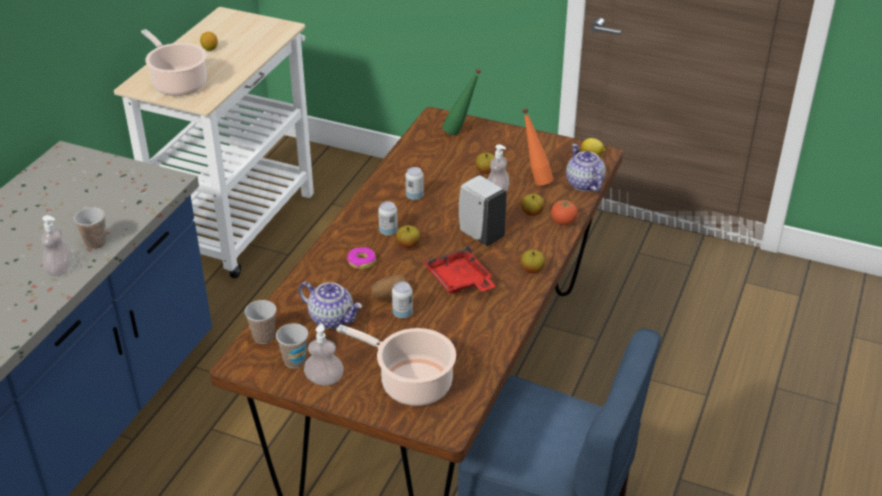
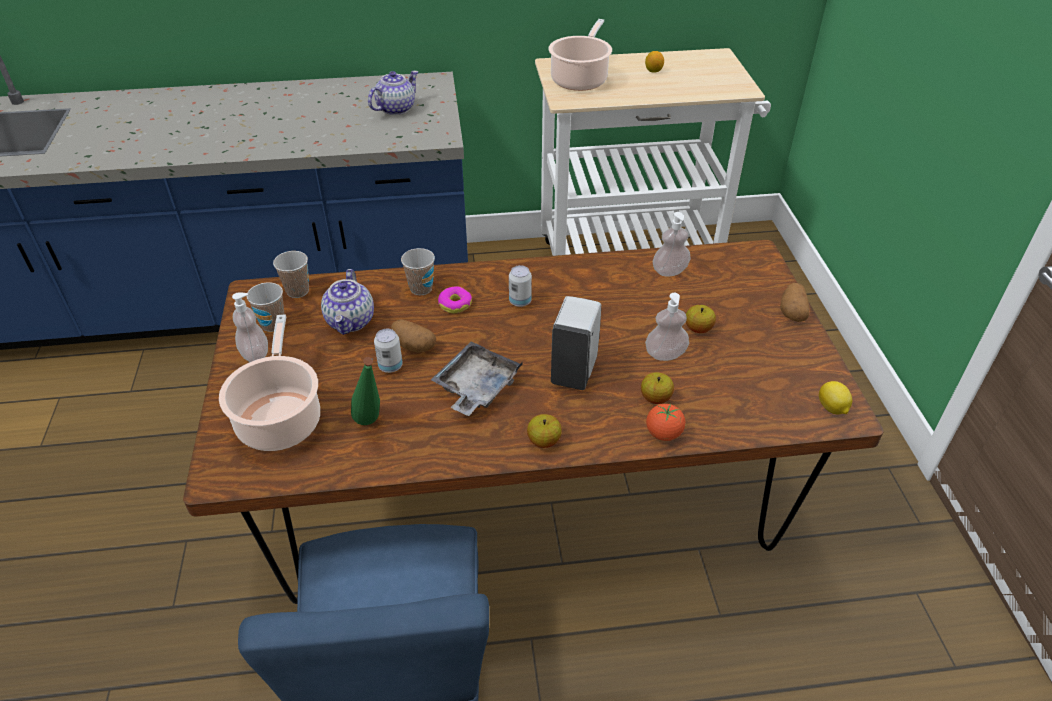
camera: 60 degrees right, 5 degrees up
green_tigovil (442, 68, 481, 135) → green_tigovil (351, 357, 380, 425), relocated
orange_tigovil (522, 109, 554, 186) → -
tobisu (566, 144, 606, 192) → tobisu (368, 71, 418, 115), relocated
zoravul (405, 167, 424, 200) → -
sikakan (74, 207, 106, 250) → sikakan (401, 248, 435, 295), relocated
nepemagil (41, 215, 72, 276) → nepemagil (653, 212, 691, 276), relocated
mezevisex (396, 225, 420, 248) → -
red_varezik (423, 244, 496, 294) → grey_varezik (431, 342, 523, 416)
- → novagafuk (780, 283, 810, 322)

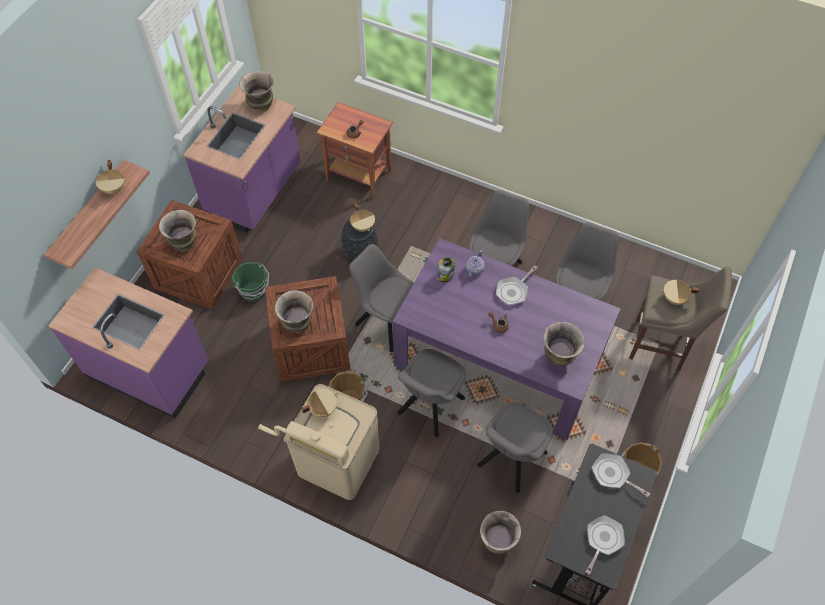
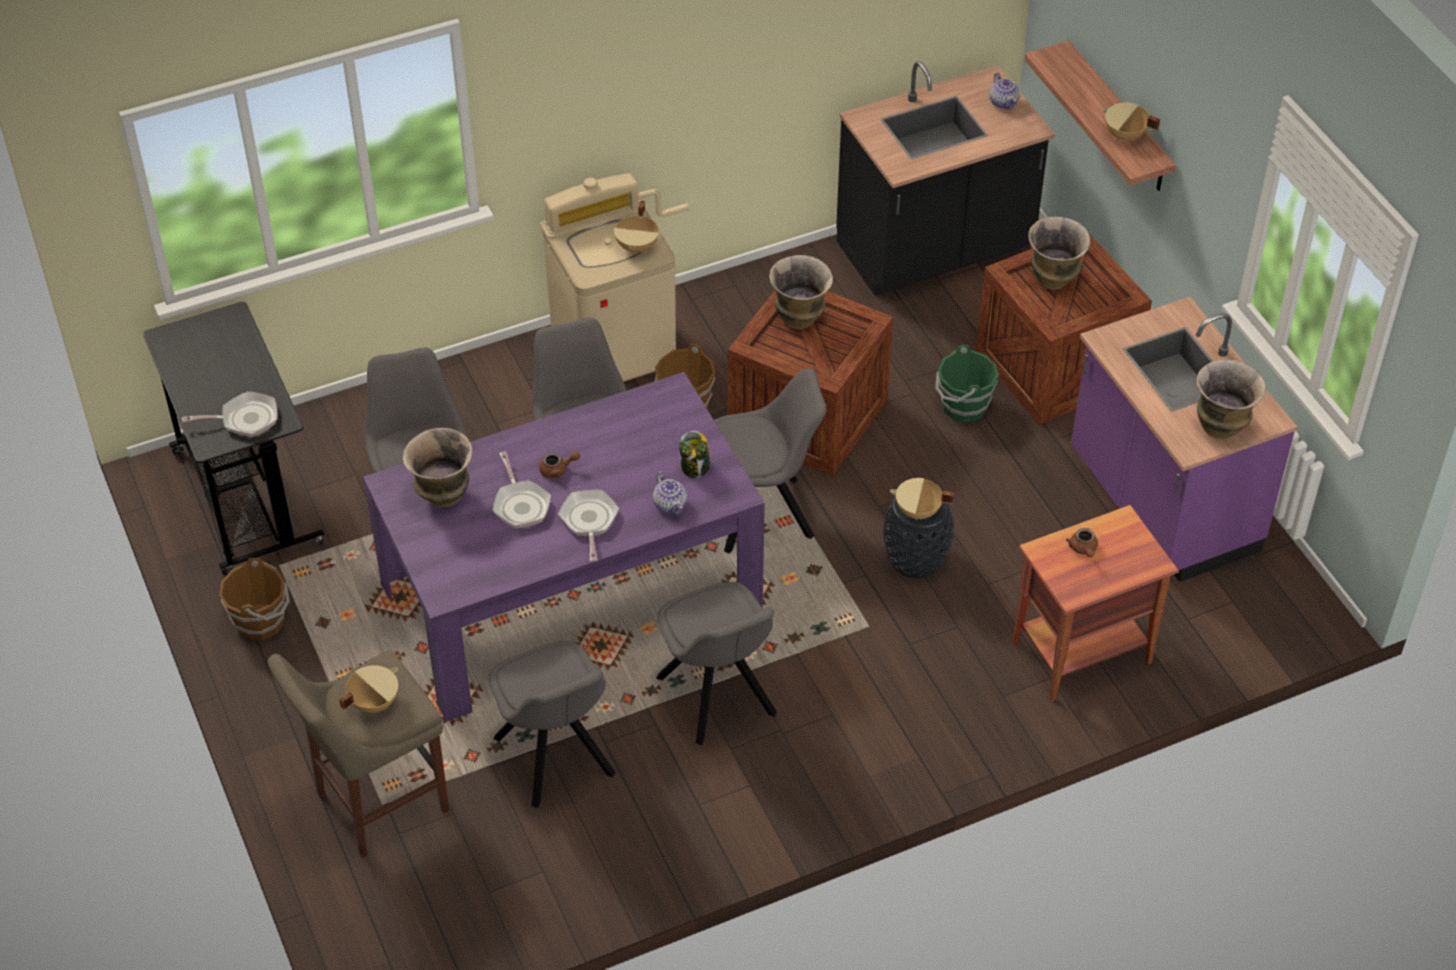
camera: 130 degrees right, 10 degrees down
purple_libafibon (48, 267, 208, 419) → black_libafibon (836, 61, 1055, 296)
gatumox (480, 511, 521, 554) → -
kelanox (585, 515, 625, 575) → kelanox (492, 451, 551, 528), relocated
- → tobisu (990, 73, 1019, 110)

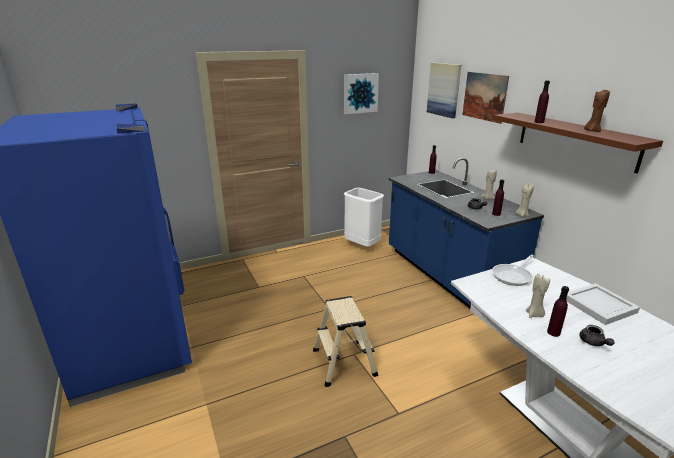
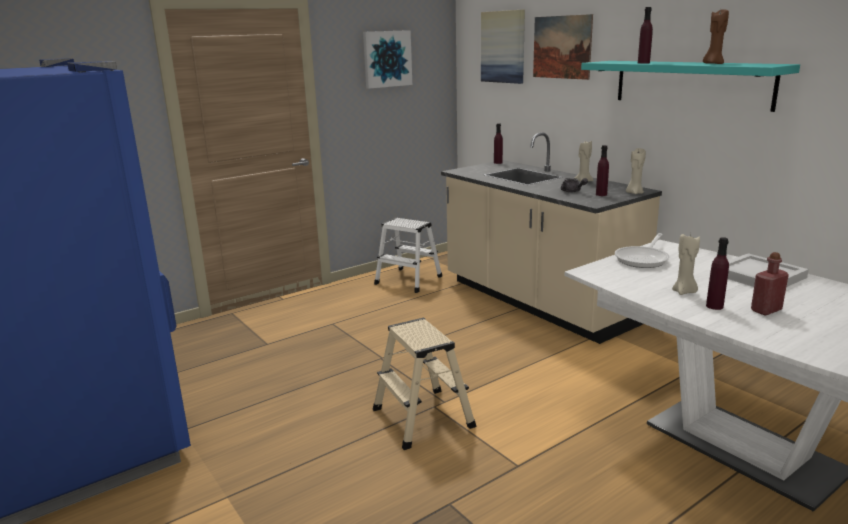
camera: 10 degrees left, 5 degrees down
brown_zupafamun (493, 113, 663, 173) → turquoise_zupafamun (581, 61, 800, 112)
blue_libafibon (389, 158, 544, 308) → beige_libafibon (441, 132, 662, 344)
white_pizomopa (344, 188, 384, 247) → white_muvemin (374, 217, 442, 293)
grey_tobisu (579, 325, 614, 346) → red_tigovil (751, 252, 789, 315)

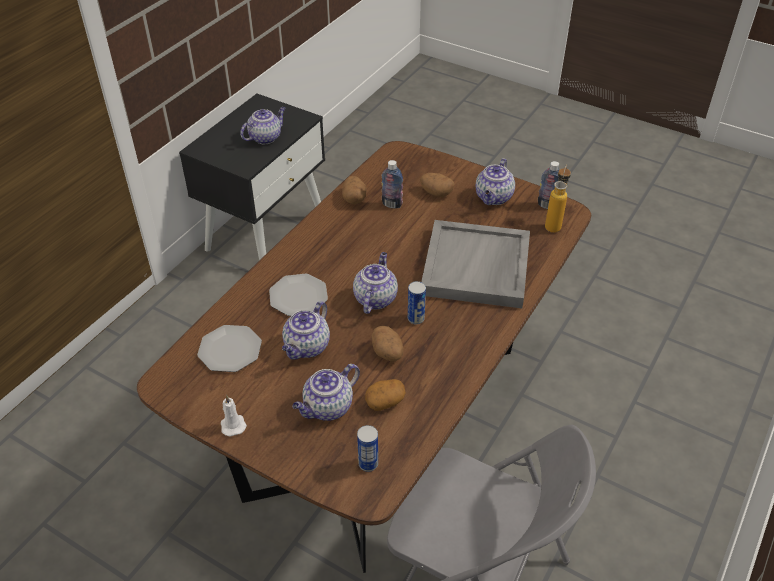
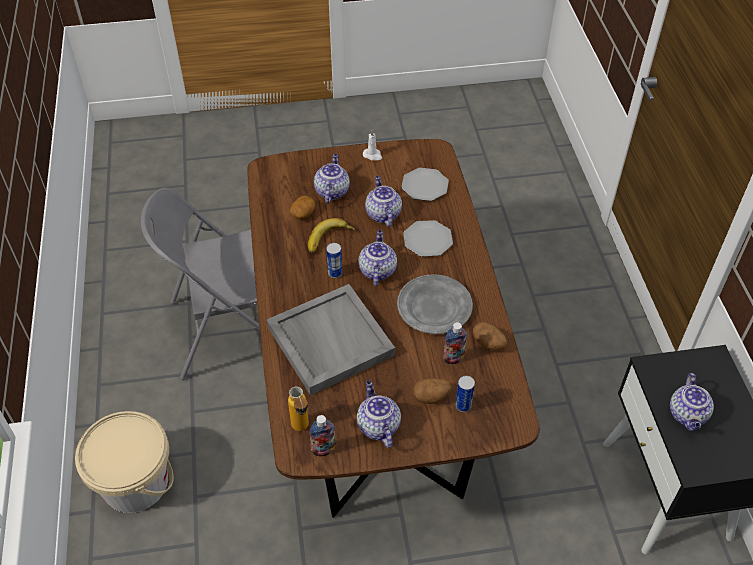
camera: 140 degrees right, 5 degrees up
tobisu (353, 252, 398, 314) → tobisu (358, 230, 397, 286), 150 degrees counterclockwise
novagafuk (372, 326, 403, 362) → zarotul (308, 218, 355, 253)
zoravul (357, 425, 378, 472) → zoravul (455, 376, 475, 412), relocated
- → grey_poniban (397, 274, 473, 334)
- → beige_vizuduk (75, 411, 174, 513)

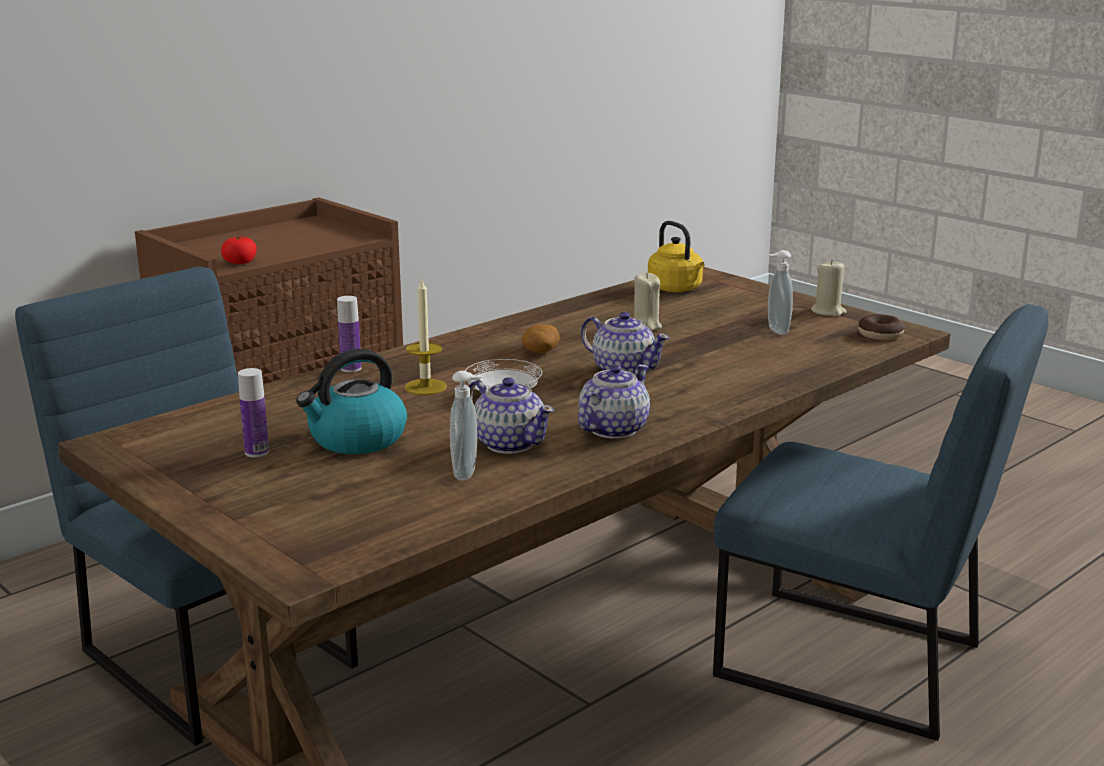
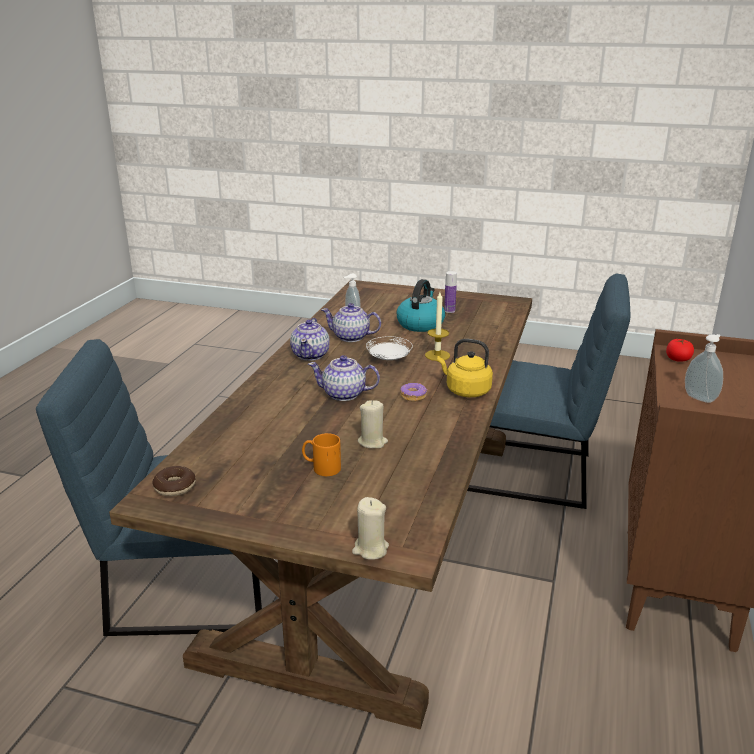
camera: 150 degrees right, 5 degrees up
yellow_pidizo (648, 221, 704, 292) → yellow_pidizo (437, 339, 493, 397), relocated
nepemagil (768, 250, 793, 335) → nepemagil (685, 334, 723, 403), relocated
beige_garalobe (811, 260, 846, 316) → beige_garalobe (352, 497, 389, 560), relocated
tigovil (337, 296, 361, 372) → -
novagafuk (522, 324, 560, 353) → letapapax (400, 383, 427, 402)
- → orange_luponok (302, 433, 341, 476)

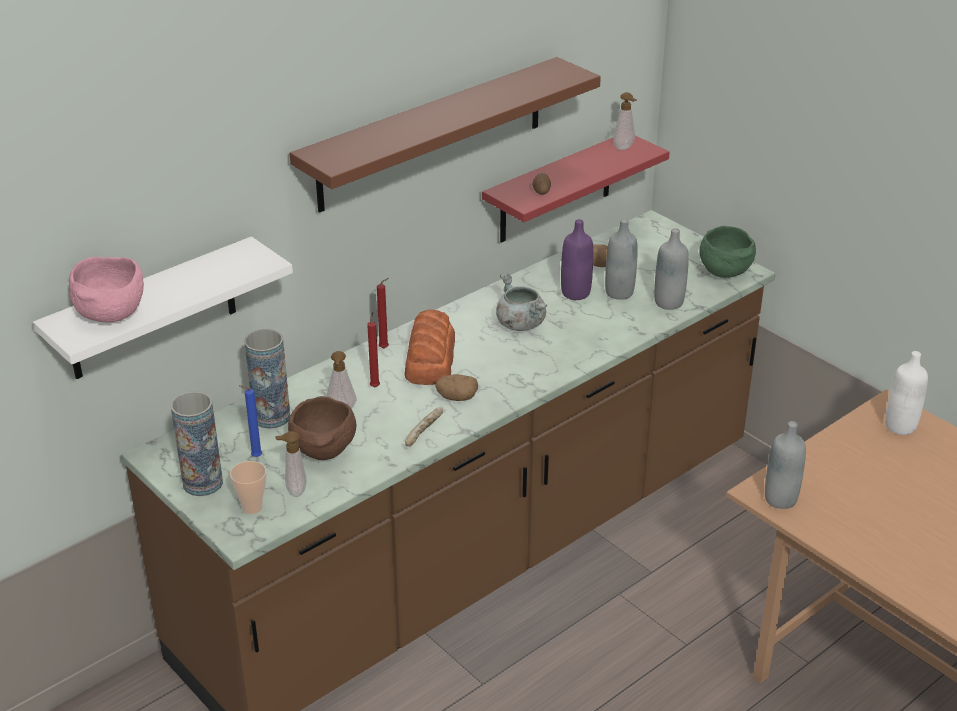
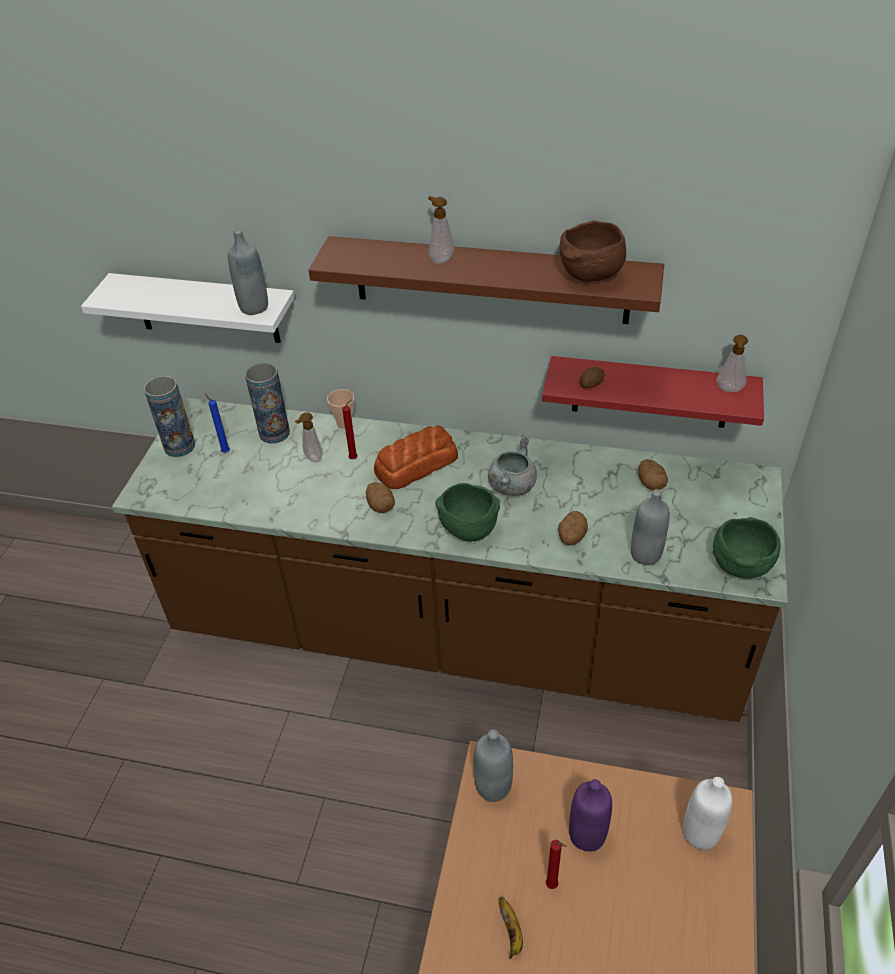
camera: 55 degrees right, 10 degrees up
purple_tigovil (561, 219, 593, 300) → purple_tigovil (569, 779, 612, 851), relocated
grey_tigovil (605, 219, 638, 300) → grey_tigovil (228, 229, 268, 315), relocated
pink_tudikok (69, 257, 144, 322) → -
red_garalobe (377, 278, 389, 348) → red_garalobe (546, 840, 567, 889), relocated
brown_tudikok (288, 396, 356, 460) → brown_tudikok (559, 220, 626, 282), relocated
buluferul (405, 407, 443, 447) → -
nepemagil (275, 431, 307, 497) → nepemagil (428, 196, 454, 264), relocated
sikakan (230, 461, 266, 514) → sikakan (327, 389, 354, 429), relocated
- → green_tudikok (435, 483, 500, 541)
- → novagafuk (558, 511, 588, 545)
- → zarotul (499, 897, 523, 959)

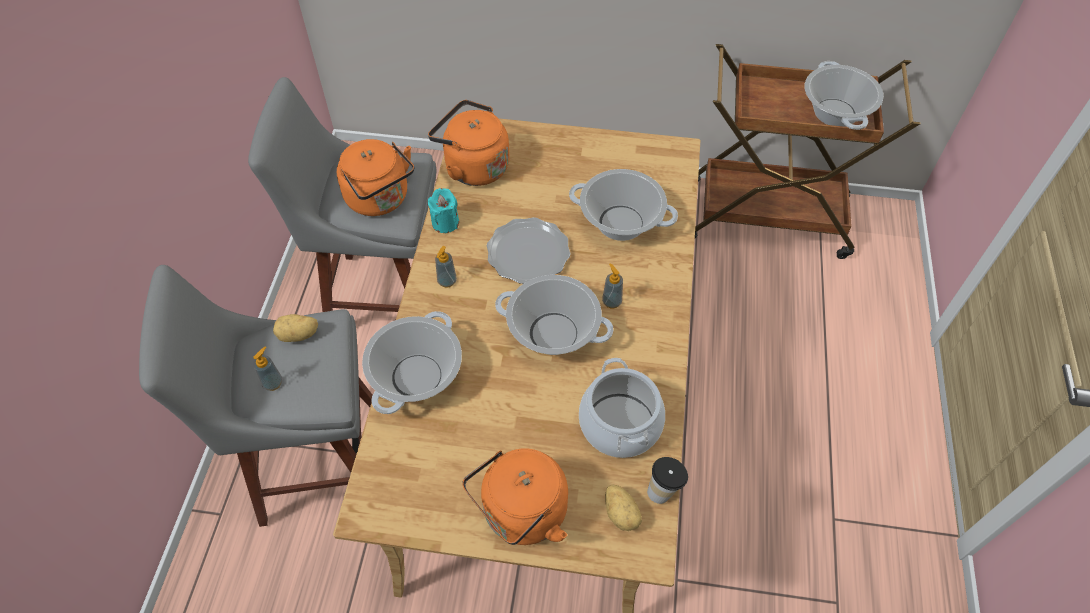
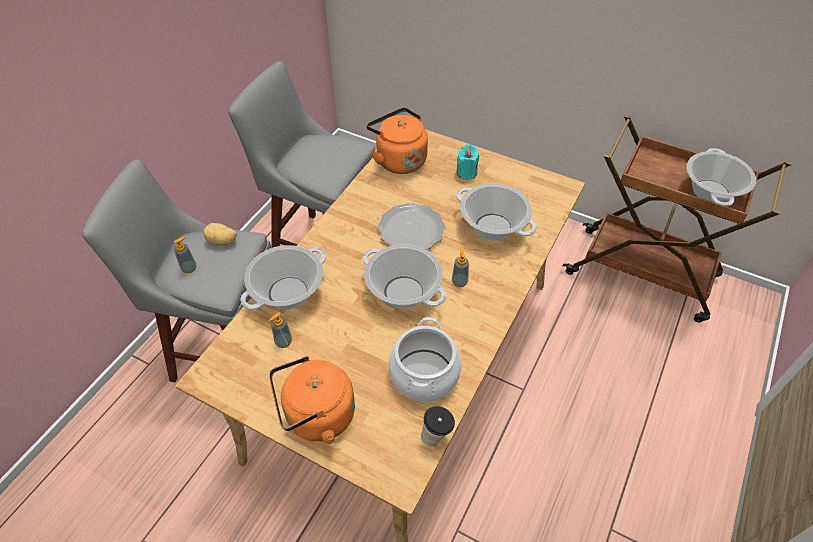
camera: 20 degrees right, 5 degrees down
orange_pidizo (337, 139, 414, 216) → -
turquoise_garalobe (428, 188, 459, 233) → turquoise_garalobe (456, 144, 479, 180), relocated
nepemagil (435, 246, 457, 288) → nepemagil (268, 312, 292, 348), relocated
novagafuk (605, 484, 642, 531) → -

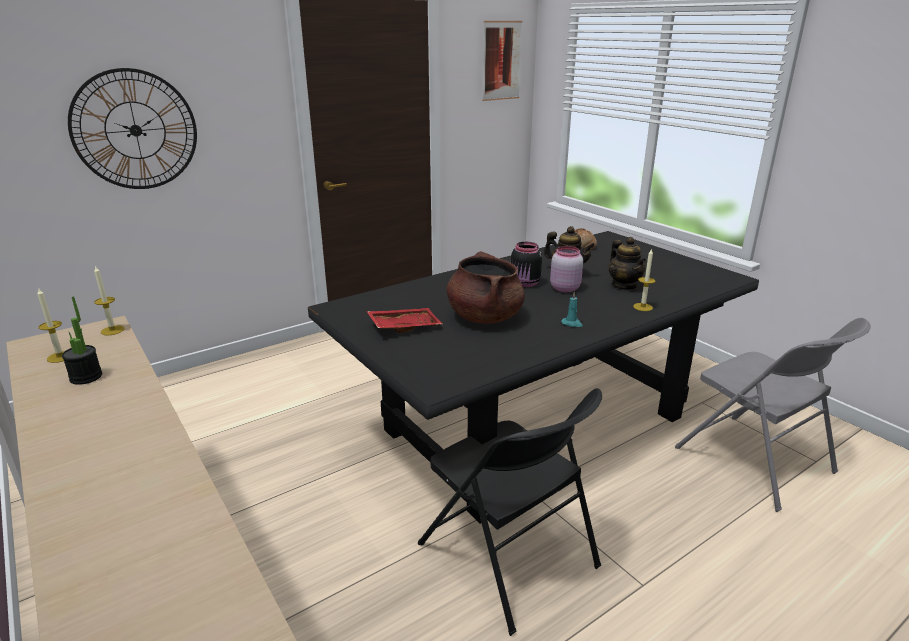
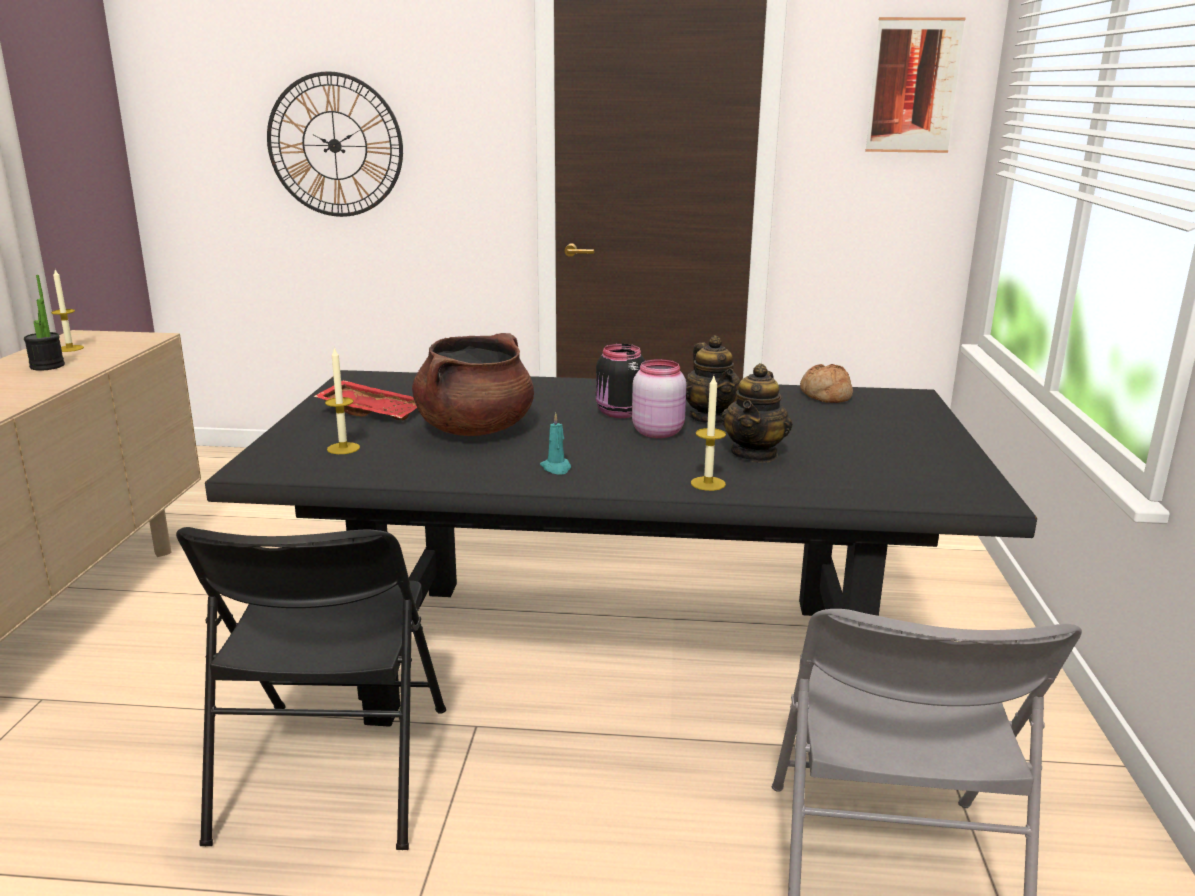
camera: 40 degrees right, 5 degrees down
garalobe (94, 265, 124, 335) → garalobe (325, 347, 360, 454), relocated

